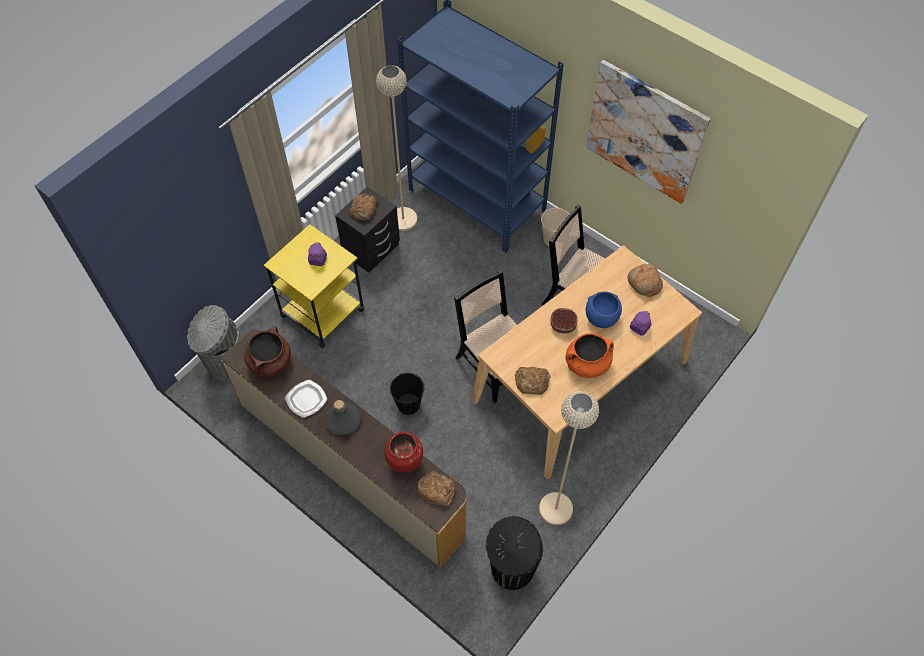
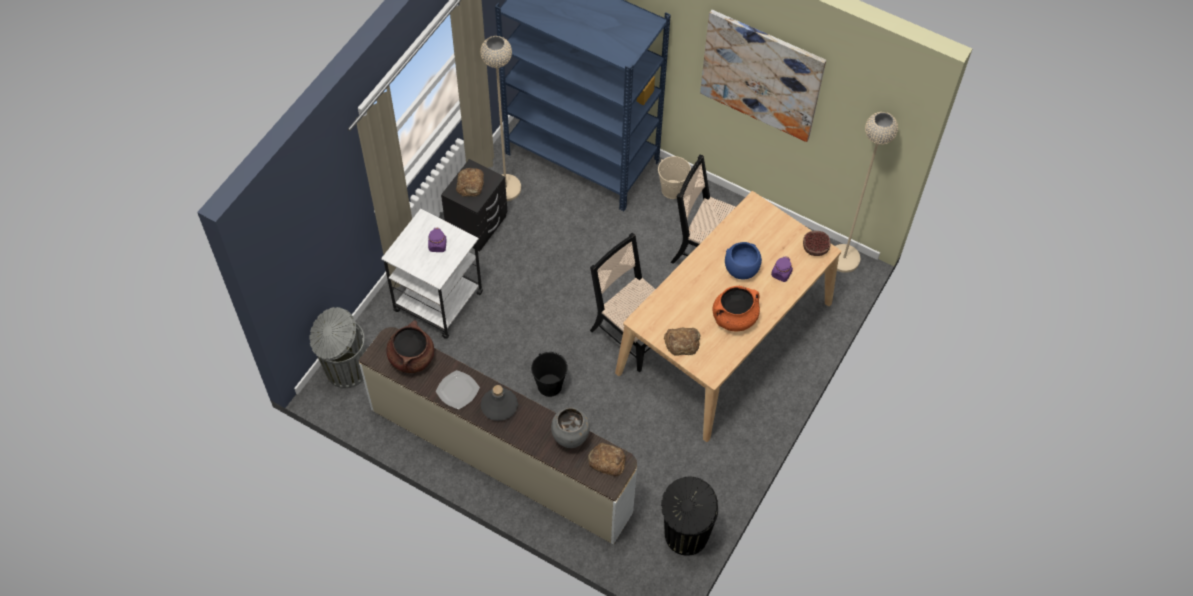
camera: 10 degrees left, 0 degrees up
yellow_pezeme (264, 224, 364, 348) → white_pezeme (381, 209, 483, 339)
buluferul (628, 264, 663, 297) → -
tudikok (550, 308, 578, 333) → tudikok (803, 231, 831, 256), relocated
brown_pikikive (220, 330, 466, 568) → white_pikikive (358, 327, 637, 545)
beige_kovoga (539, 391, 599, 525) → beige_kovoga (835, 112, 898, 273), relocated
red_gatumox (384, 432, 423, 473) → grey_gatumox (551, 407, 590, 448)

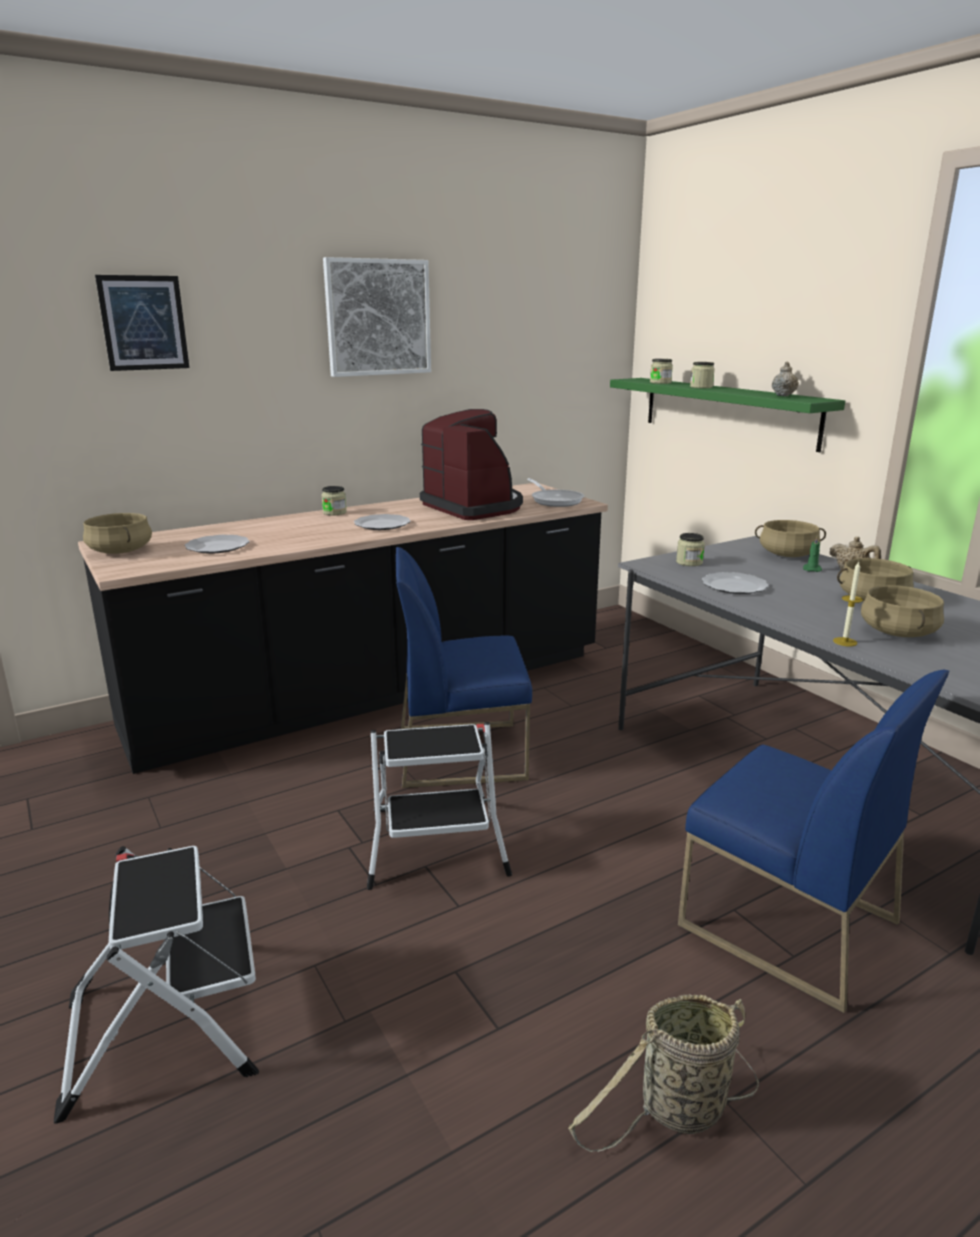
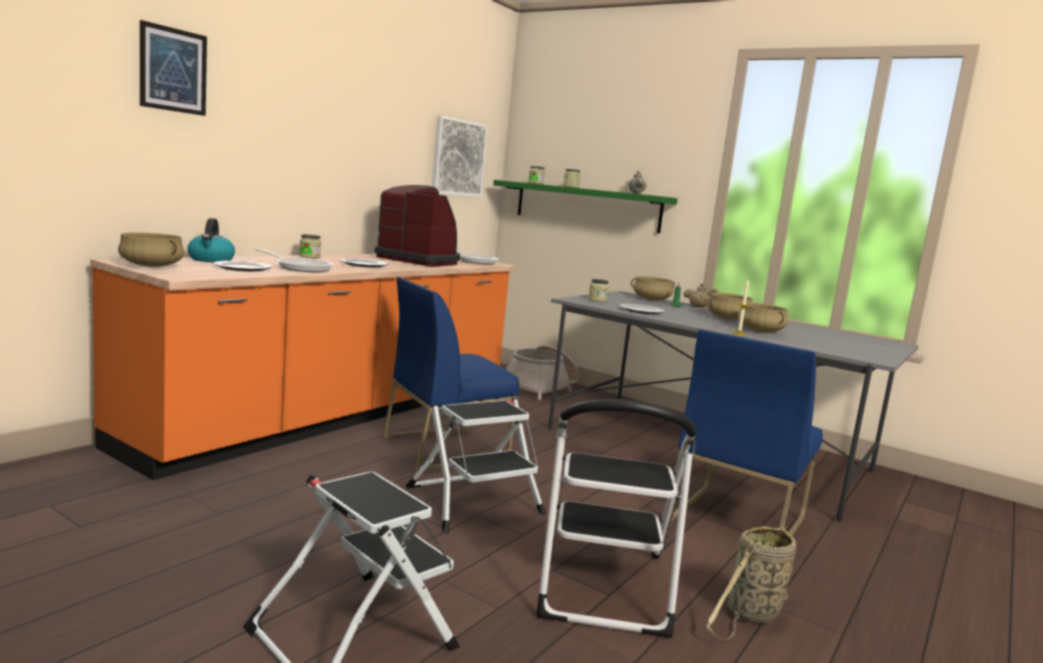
camera: 25 degrees left, 10 degrees down
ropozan (323, 257, 431, 377) → ropozan (432, 115, 488, 197), relocated
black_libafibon (78, 483, 608, 774) → orange_libafibon (90, 254, 515, 480)
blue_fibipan (678, 670, 949, 1013) → blue_fibipan (669, 330, 823, 537), 105 degrees clockwise
- → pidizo (187, 218, 235, 262)
- → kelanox (254, 248, 333, 272)
- → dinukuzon (506, 345, 579, 400)
- → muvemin (536, 399, 697, 638)

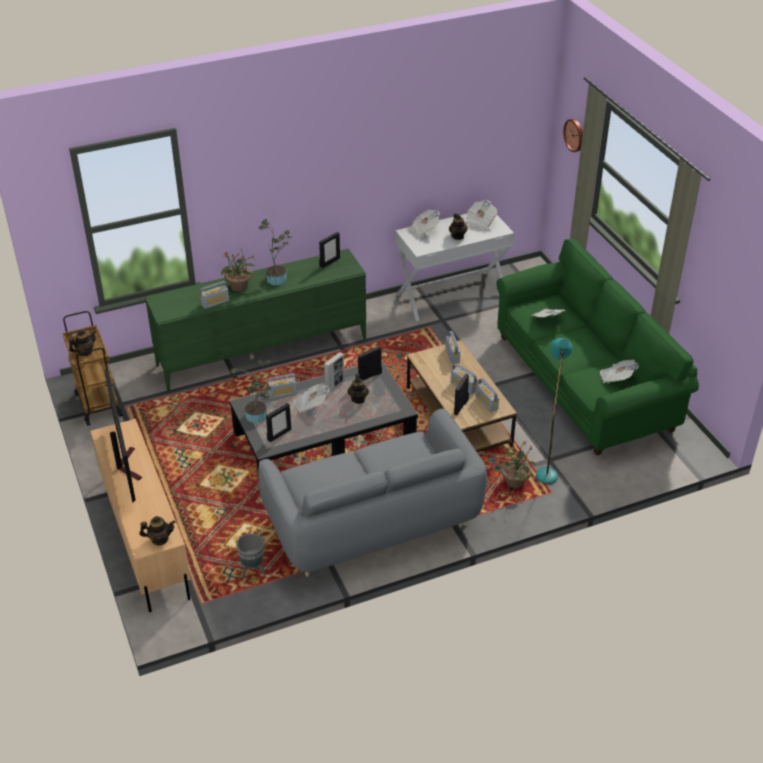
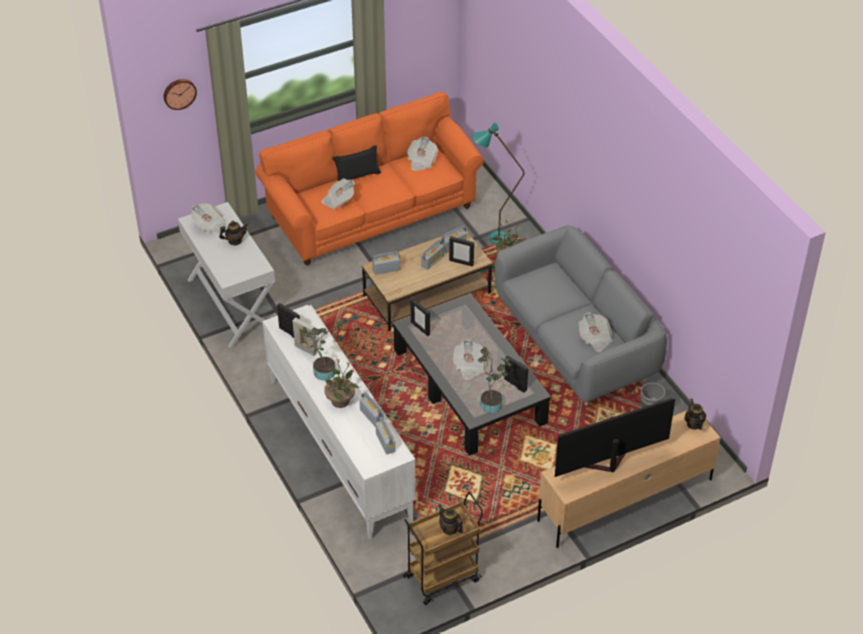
camera: 95 degrees left, 5 degrees up
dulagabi (406, 210, 440, 237) → dulagabi (579, 312, 613, 352), relocated
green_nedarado (496, 238, 699, 455) → orange_nedarado (255, 92, 484, 266)
green_pikikive (145, 249, 366, 391) → white_pikikive (262, 305, 416, 540)
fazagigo (324, 352, 344, 393) → fazagigo (292, 318, 317, 356), relocated
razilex (267, 373, 297, 399) → razilex (376, 417, 396, 454), relocated
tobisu (347, 374, 369, 404) → -
- → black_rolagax (332, 145, 381, 181)

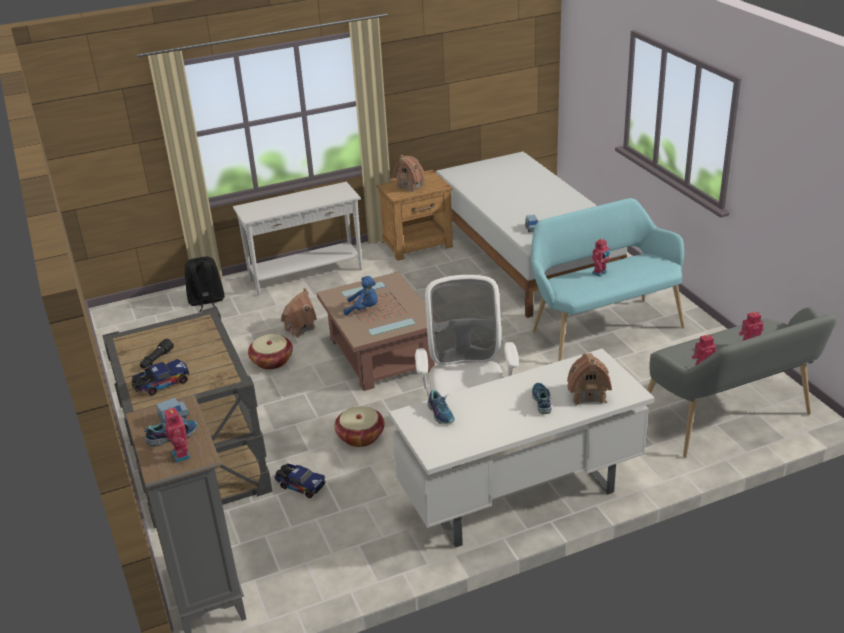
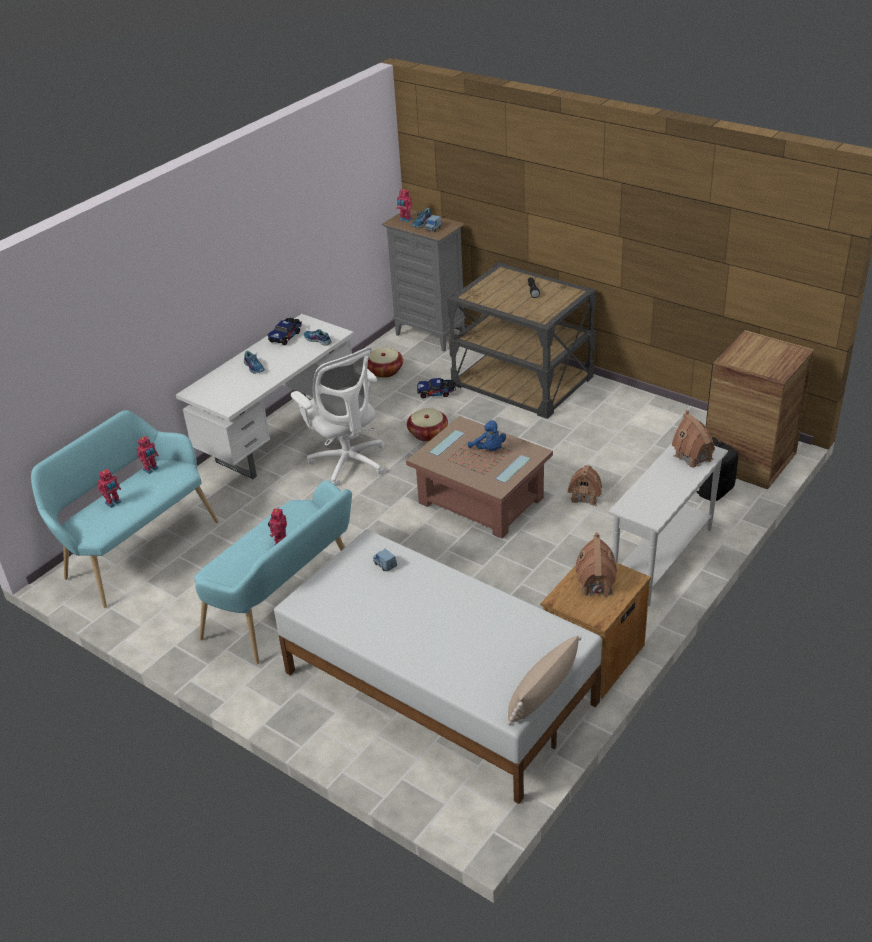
camera: 150 degrees right, 5 degrees up
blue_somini (344, 276, 378, 315) → blue_somini (468, 420, 506, 451), 105 degrees counterclockwise
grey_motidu (647, 307, 836, 457) → turquoise_motidu (31, 410, 219, 608)
dinukuzon (248, 334, 293, 370) → dinukuzon (367, 348, 403, 378), relocated
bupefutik (567, 353, 612, 406) → bupefutik (672, 410, 715, 468), relocated
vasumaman (132, 359, 189, 395) → vasumaman (268, 318, 302, 345), relocated
- → brown_pikikive (706, 330, 814, 489)
- → beige_rolagax (507, 636, 582, 725)

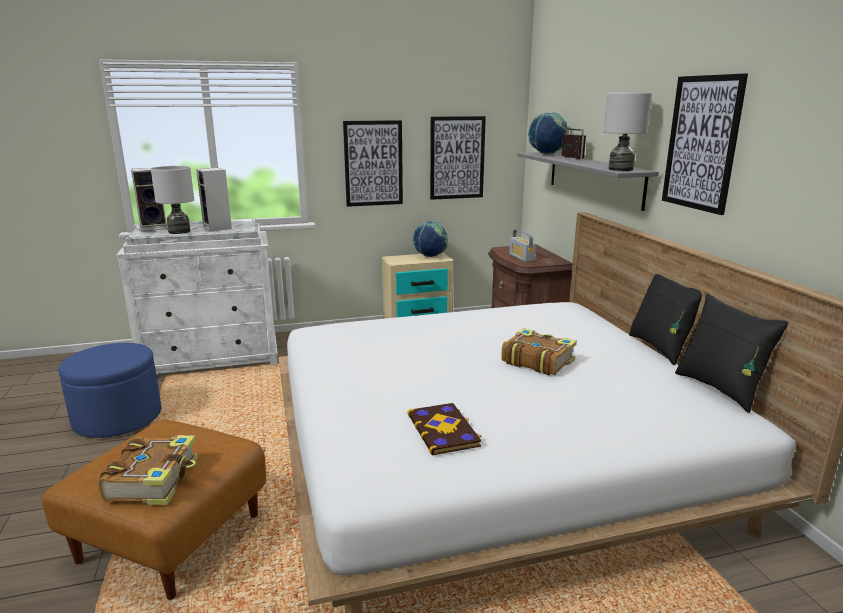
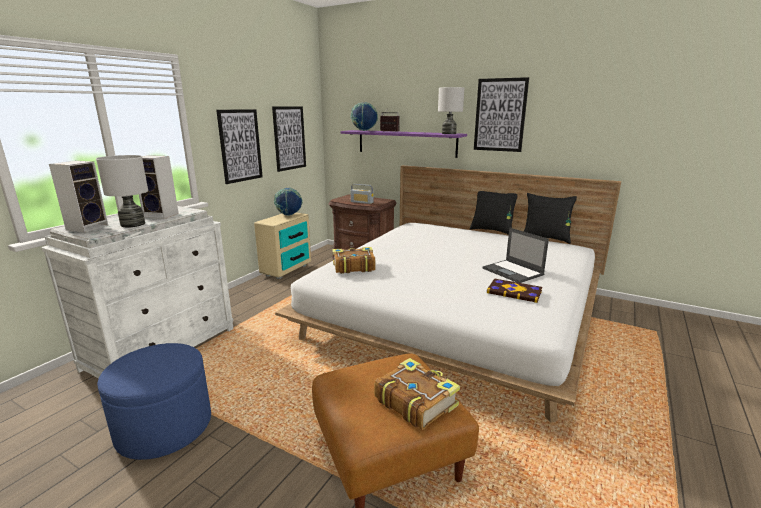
camera: 45 degrees left, 0 degrees up
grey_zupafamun (517, 152, 659, 211) → purple_zupafamun (340, 130, 467, 158)
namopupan (501, 328, 577, 375) → namopupan (332, 247, 375, 274), relocated
- → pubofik (482, 228, 549, 283)

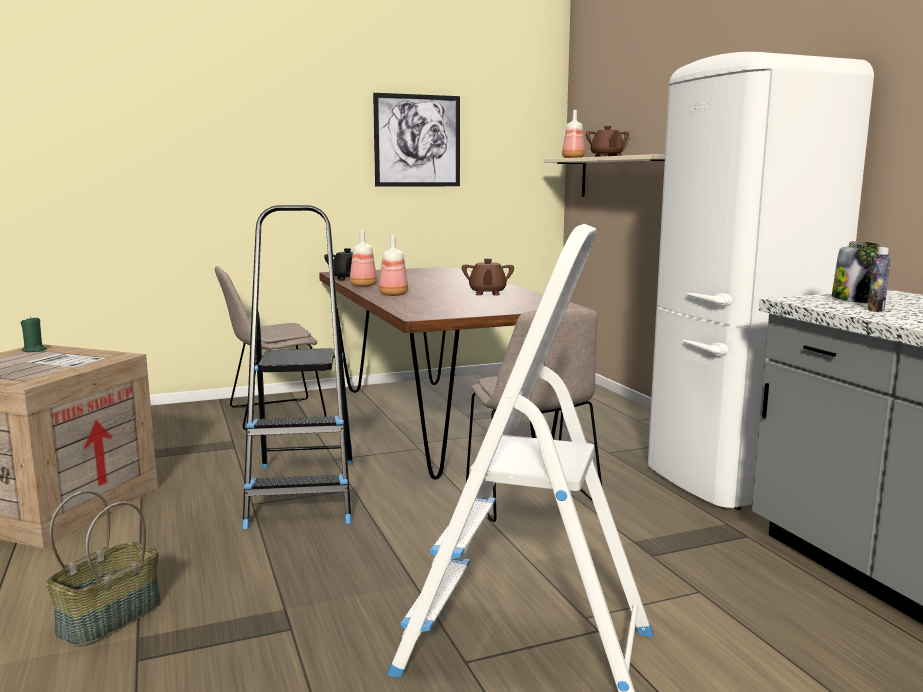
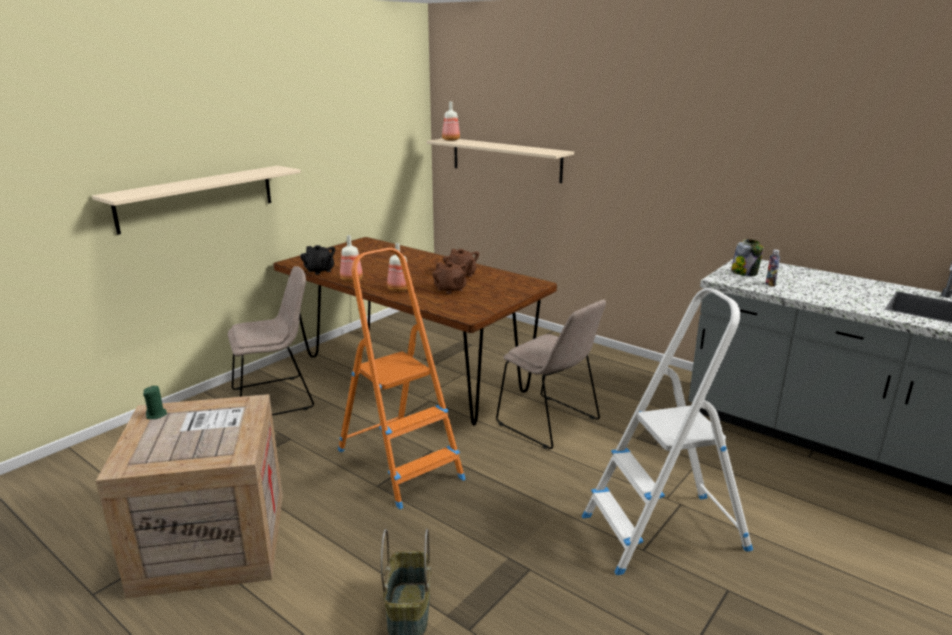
camera: 30 degrees left, 10 degrees up
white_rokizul (648, 52, 874, 510) → -
ropozan (373, 93, 460, 187) → -
brown_tobisu (586, 126, 629, 157) → brown_tobisu (432, 262, 467, 294), relocated
black_muvemin (242, 205, 353, 529) → orange_muvemin (338, 248, 466, 509)
beige_fibipan (215, 266, 326, 430) → beige_fibipan (228, 266, 314, 416), 150 degrees counterclockwise
- → beige_zupafamun (92, 166, 301, 235)

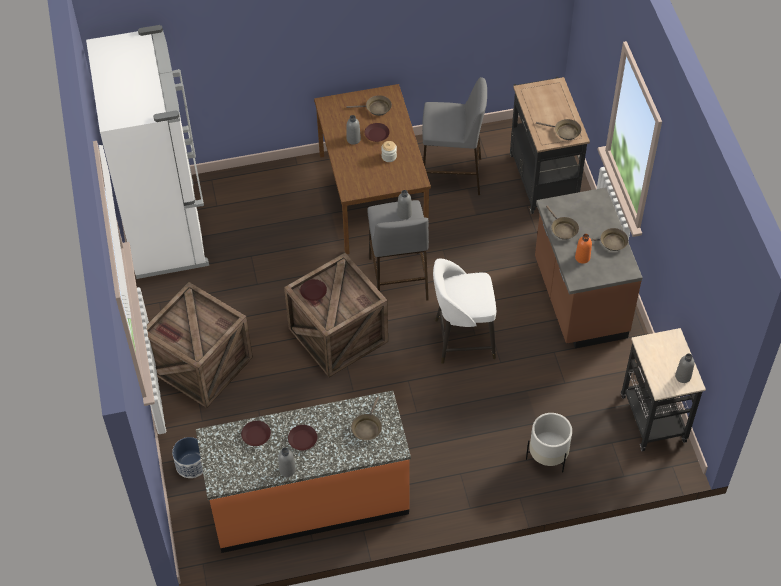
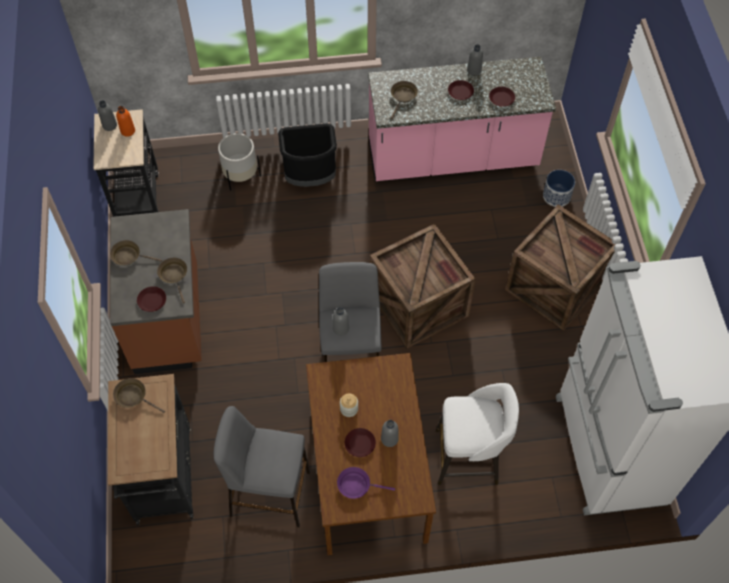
camera: 175 degrees left, 5 degrees up
brown_kelanox (346, 95, 392, 116) → purple_kelanox (337, 467, 395, 499)
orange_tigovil (575, 234, 592, 264) → orange_tigovil (116, 106, 135, 137), relocated
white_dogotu (433, 258, 496, 364) → white_dogotu (436, 383, 519, 485), relocated
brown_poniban (300, 279, 327, 301) → brown_poniban (137, 286, 166, 312), relocated
orange_libafibon (196, 391, 411, 553) → pink_libafibon (368, 57, 556, 181)
- → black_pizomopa (278, 123, 337, 187)

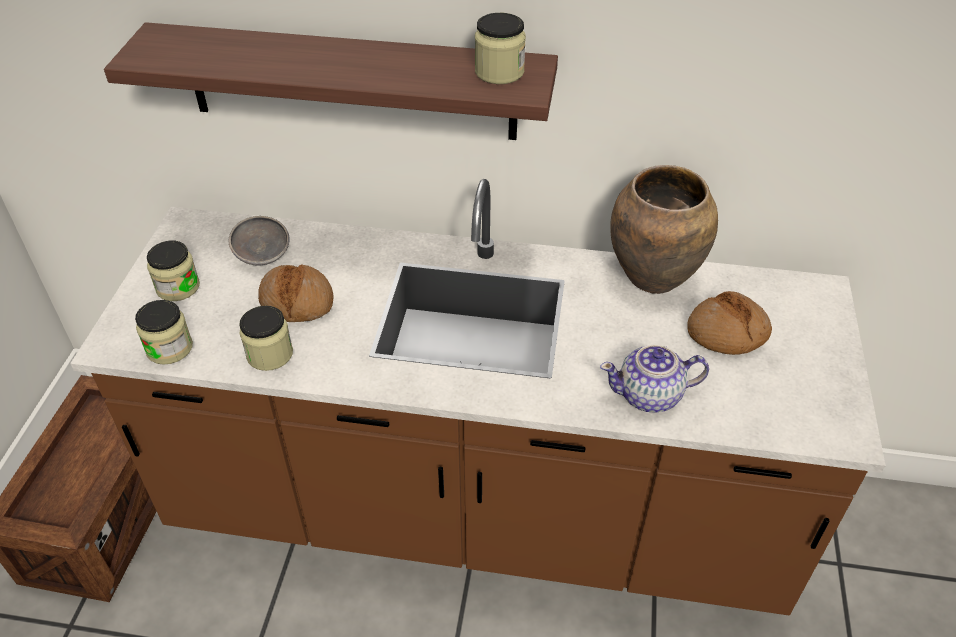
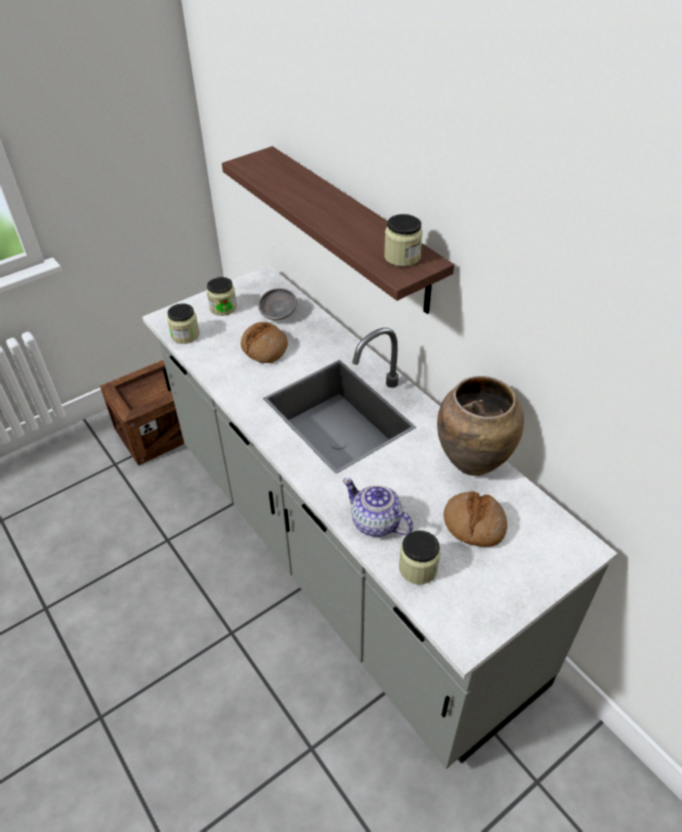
camera: 45 degrees right, 0 degrees up
brown_libafibon (70, 179, 886, 615) → grey_libafibon (142, 265, 618, 769)
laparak (239, 306, 293, 371) → laparak (399, 531, 440, 584), relocated

